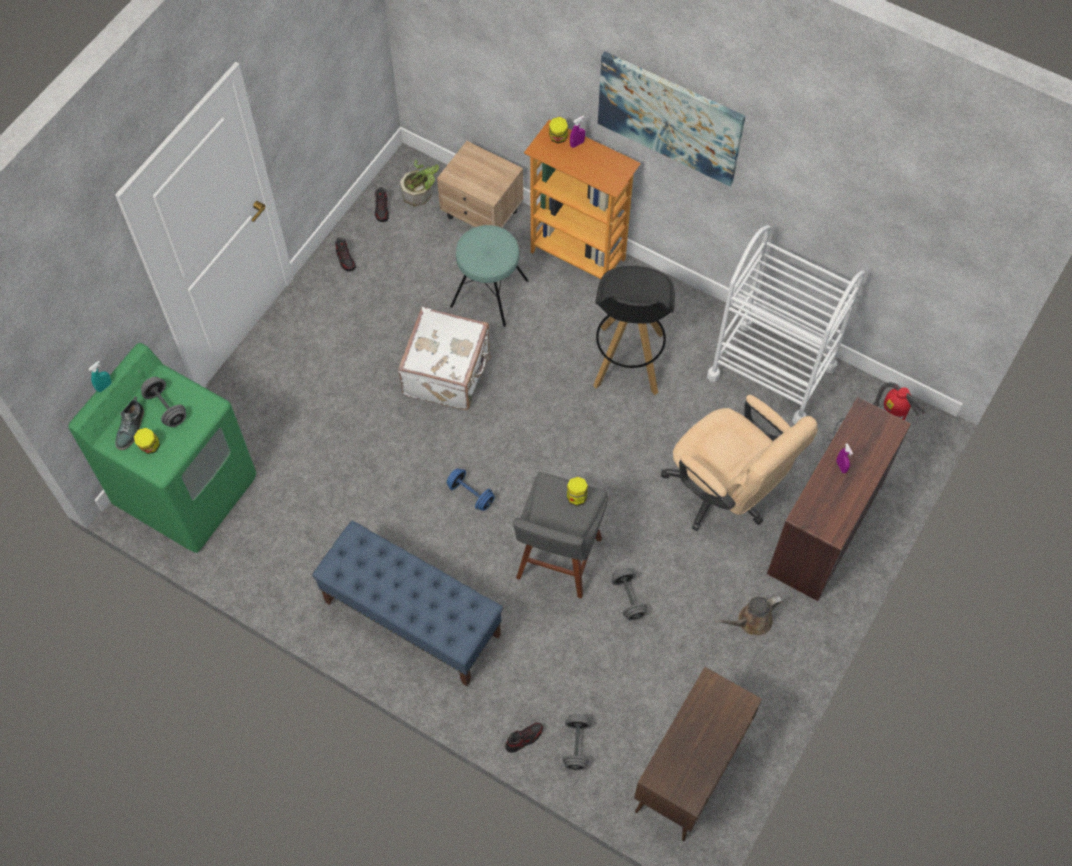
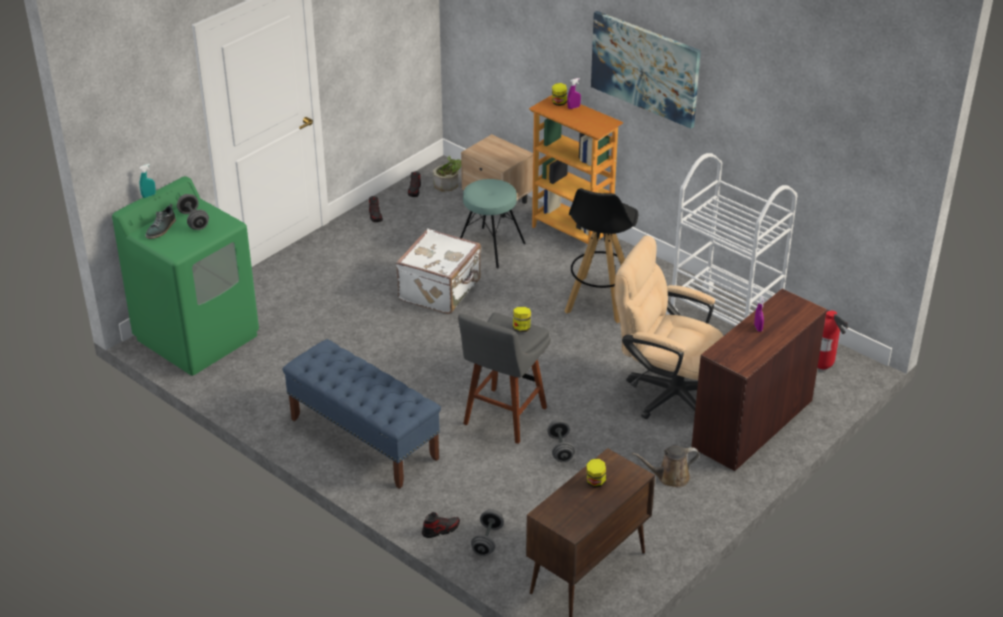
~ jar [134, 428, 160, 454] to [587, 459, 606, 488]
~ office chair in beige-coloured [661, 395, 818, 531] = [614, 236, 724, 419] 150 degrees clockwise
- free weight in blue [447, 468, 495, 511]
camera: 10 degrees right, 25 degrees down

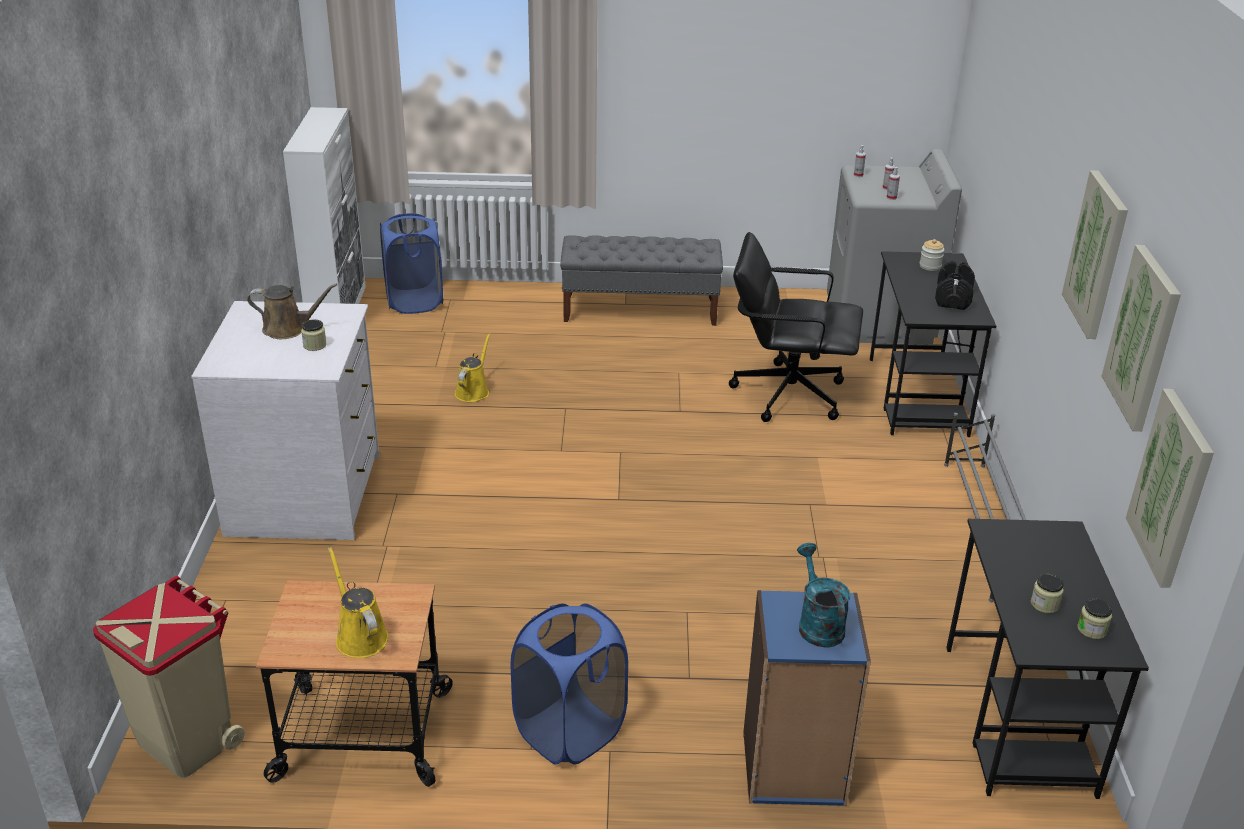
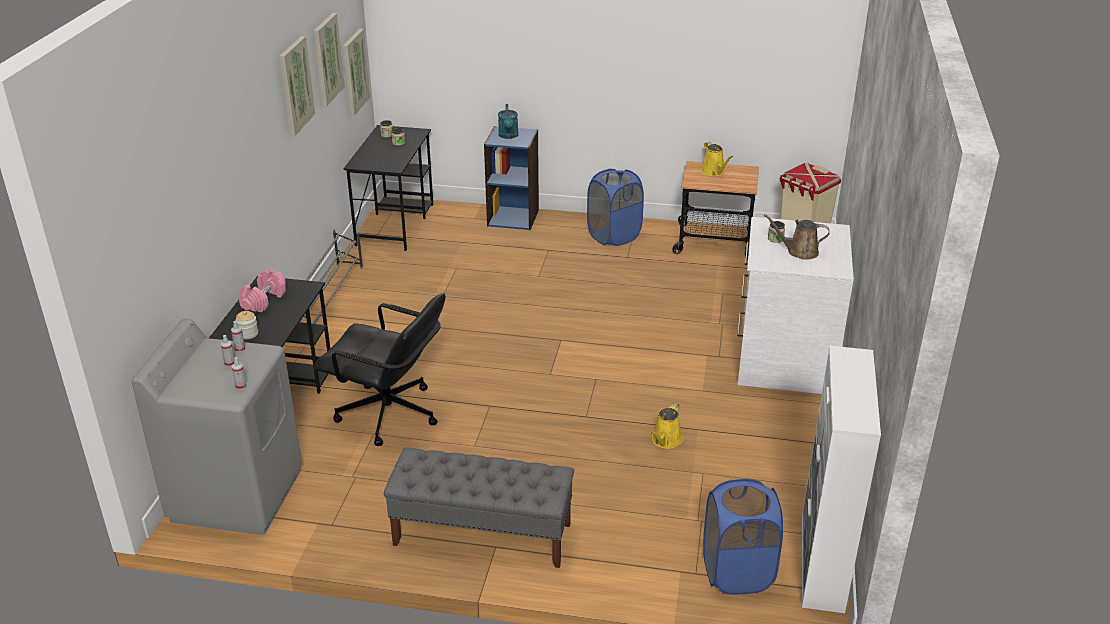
~ free weight in blackish [935, 261, 975, 310] to free weight in pink [239, 270, 286, 312]
camera: 170 degrees left, 0 degrees up

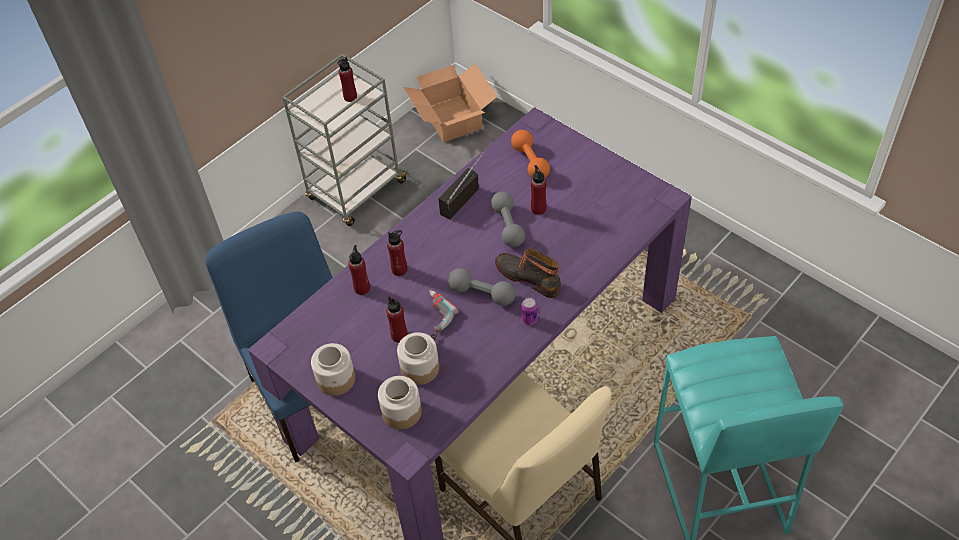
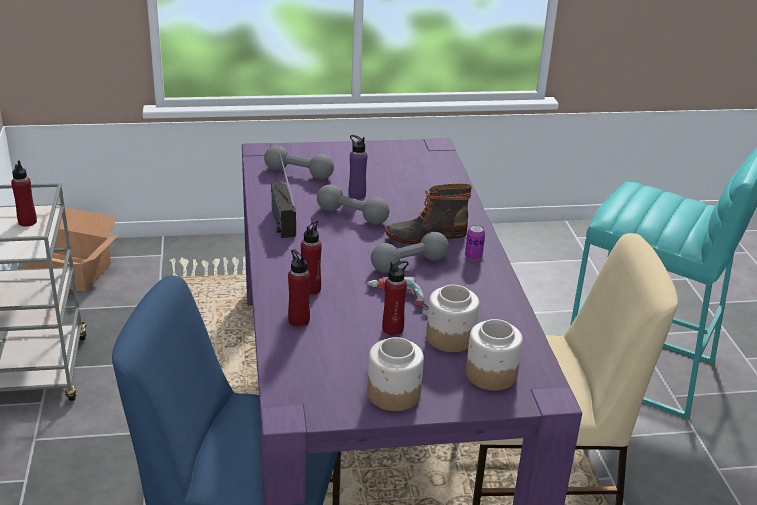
~ free weight in orange-coloured [511, 130, 550, 178] to free weight in gray [264, 146, 334, 179]
~ bottle in red-coloured [531, 165, 546, 215] to bottle in purplish [348, 135, 367, 199]
camera: 55 degrees left, 20 degrees down

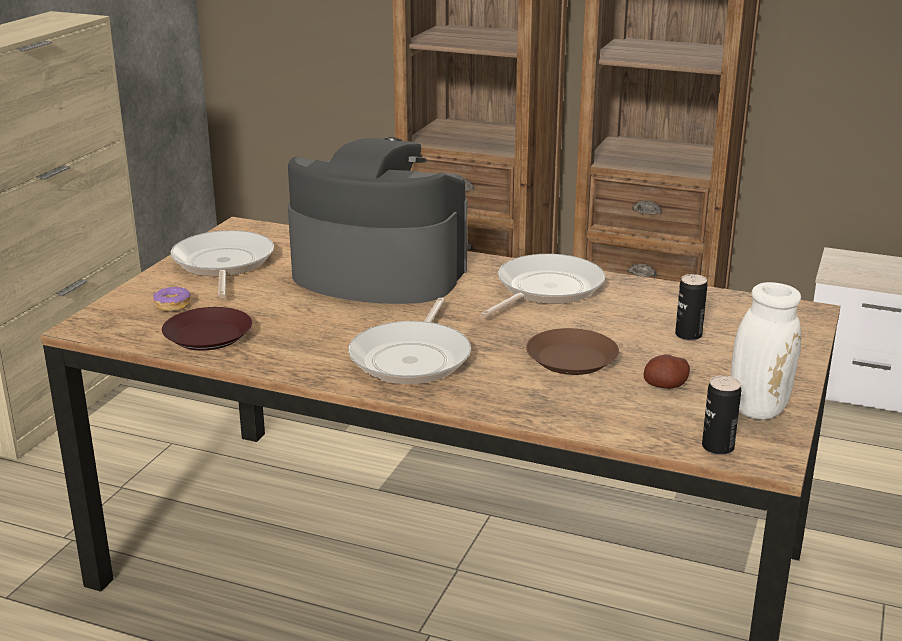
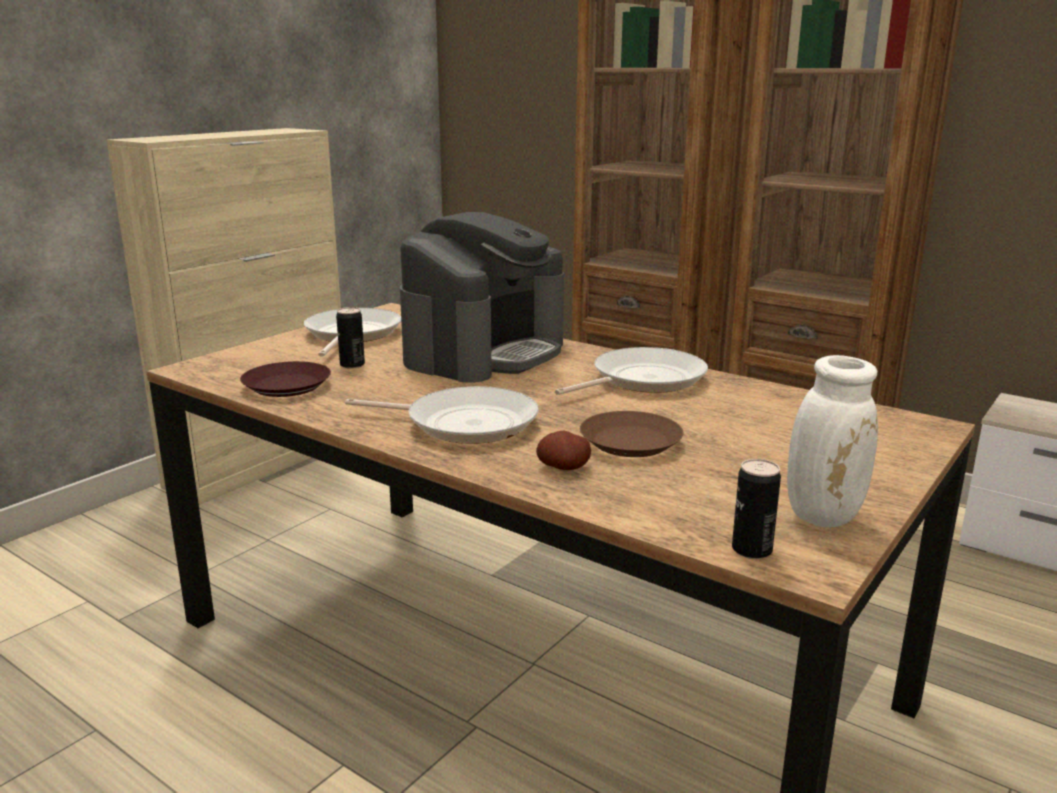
~ sealed can [675, 274, 707, 341] to [336, 307, 365, 369]
~ frying pan [348, 298, 471, 384] = [345, 386, 539, 444] 105 degrees counterclockwise
~ coffee maker [288, 137, 467, 304] = [400, 212, 564, 383] 90 degrees clockwise
~ spud [643, 354, 690, 389] to [536, 431, 591, 470]
- doughnut [153, 286, 191, 312]
camera: 15 degrees right, 5 degrees down

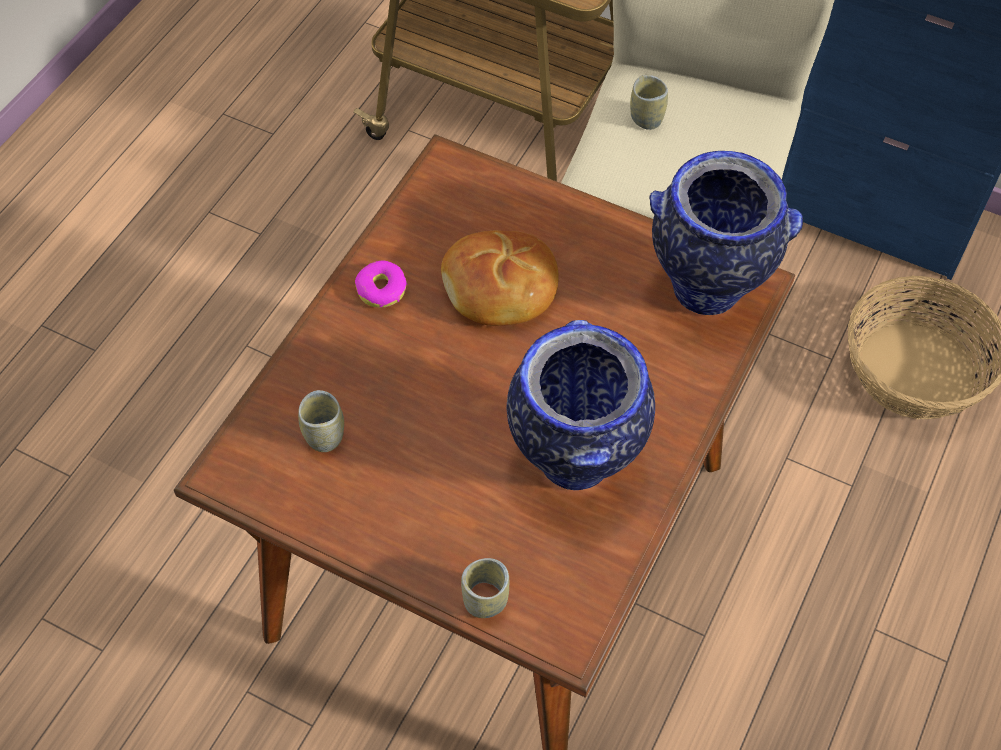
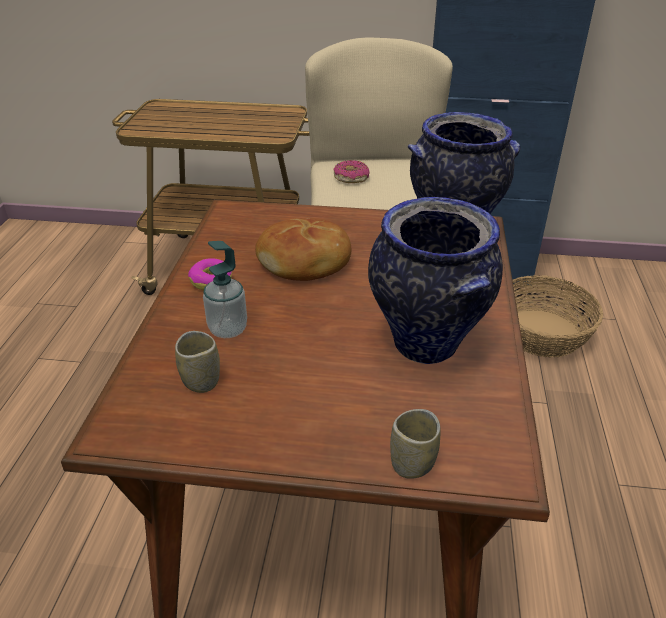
+ liquid soap bottle [203, 241, 247, 338]
~ cup [630, 75, 668, 130] to doughnut [333, 160, 370, 183]
camera: 20 degrees left, 20 degrees down

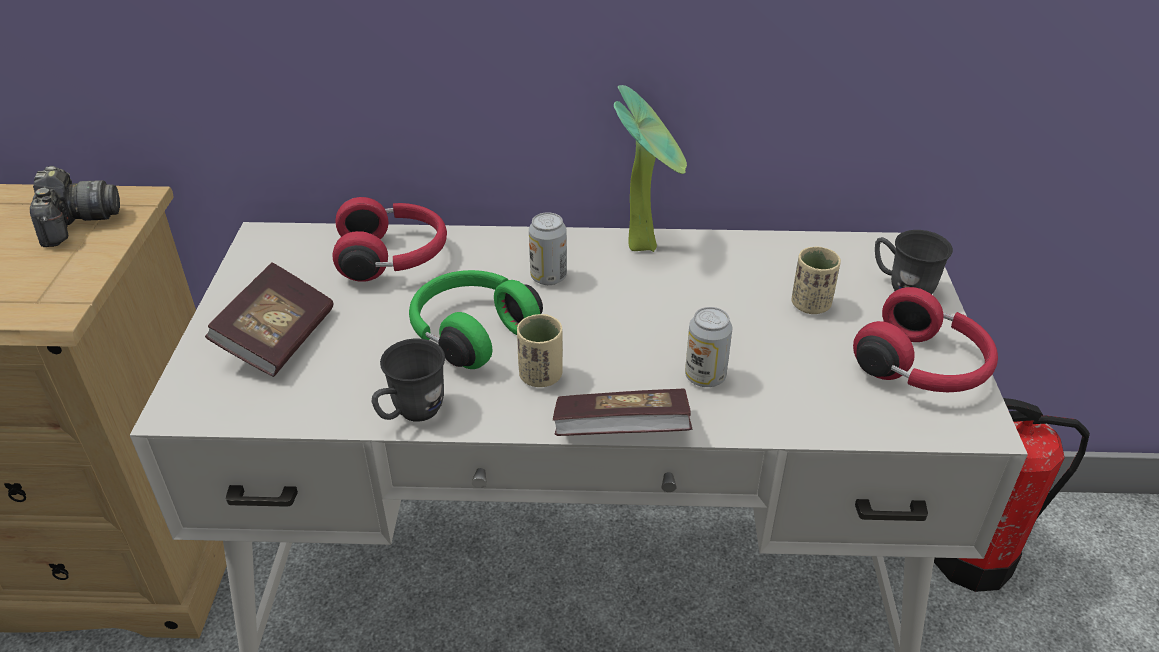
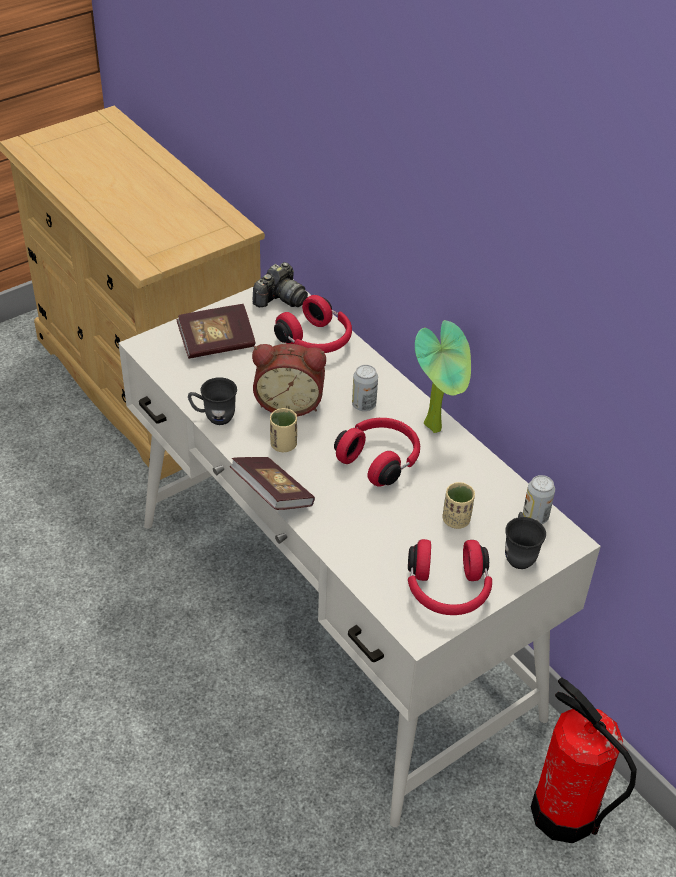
~ headphones in greenish [409, 270, 543, 369] to bedside clock [252, 344, 326, 417]
~ photo camera [30, 166, 120, 247] to [253, 262, 308, 307]
+ headphones in red-coloured [334, 418, 420, 487]
~ sealed can [685, 307, 732, 387] to [523, 475, 555, 524]
camera: 50 degrees right, 5 degrees up

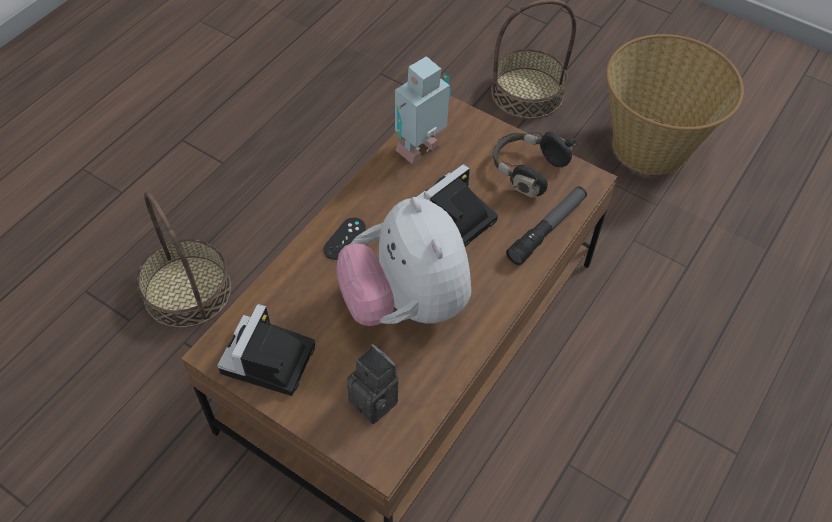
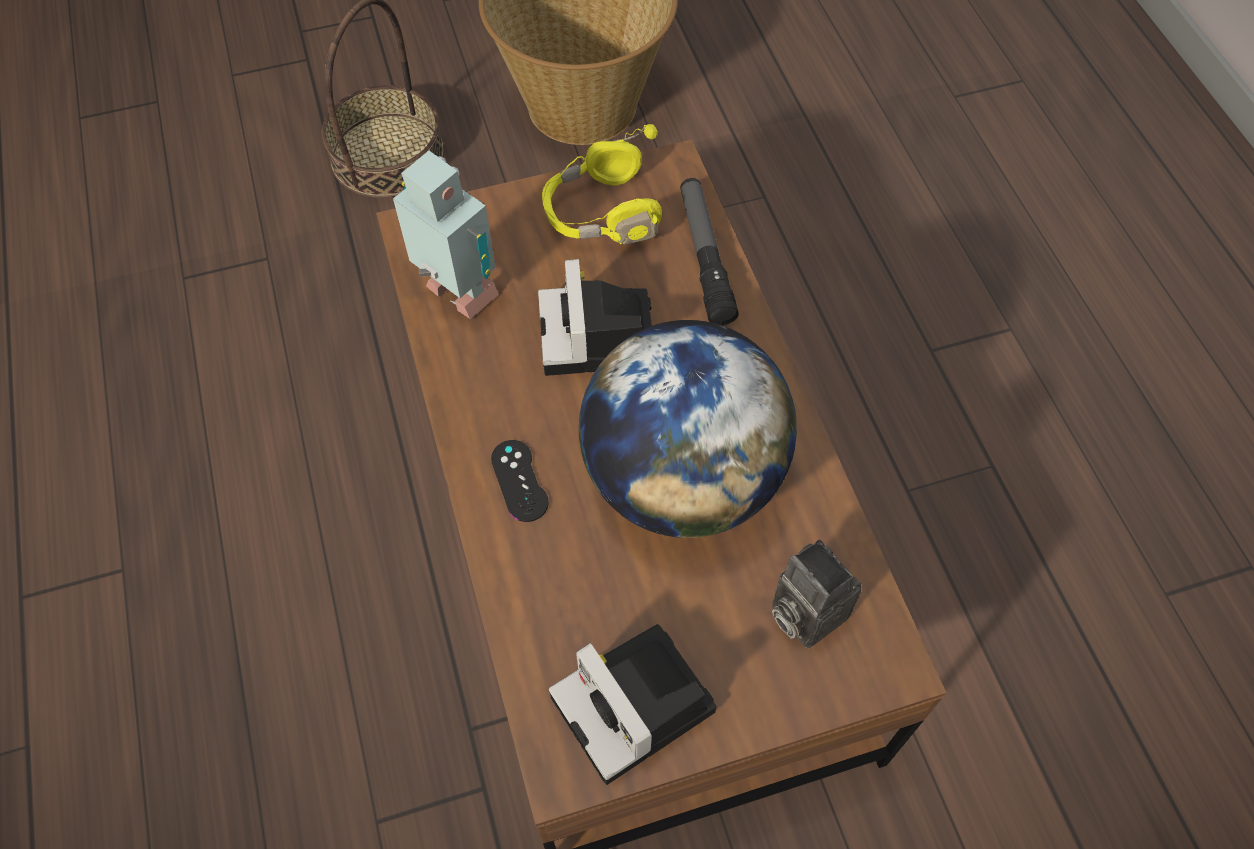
~ robot figure [395, 56, 451, 164] = [393, 151, 499, 319] 135 degrees clockwise
~ headphones in blackish [493, 132, 578, 198] to headphones in yellowish [542, 124, 662, 245]
~ soft toy [337, 197, 471, 326] to desk globe [579, 320, 797, 538]
~ photo camera [347, 344, 399, 424] = [772, 539, 861, 648] 120 degrees counterclockwise
- household basket [136, 192, 231, 328]
camera: 50 degrees left, 5 degrees up

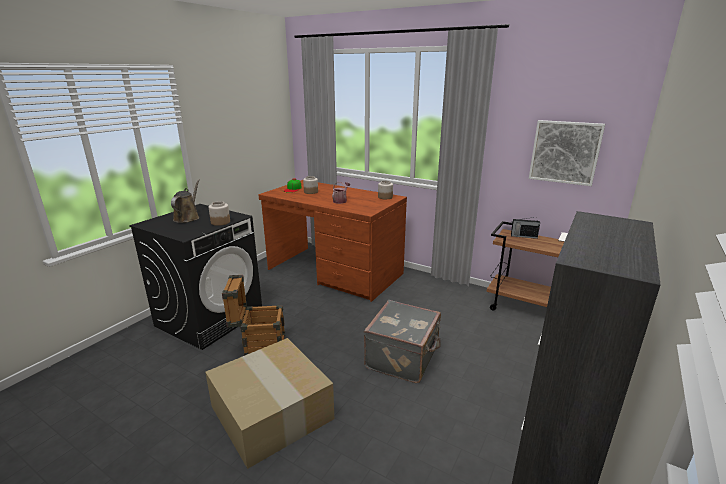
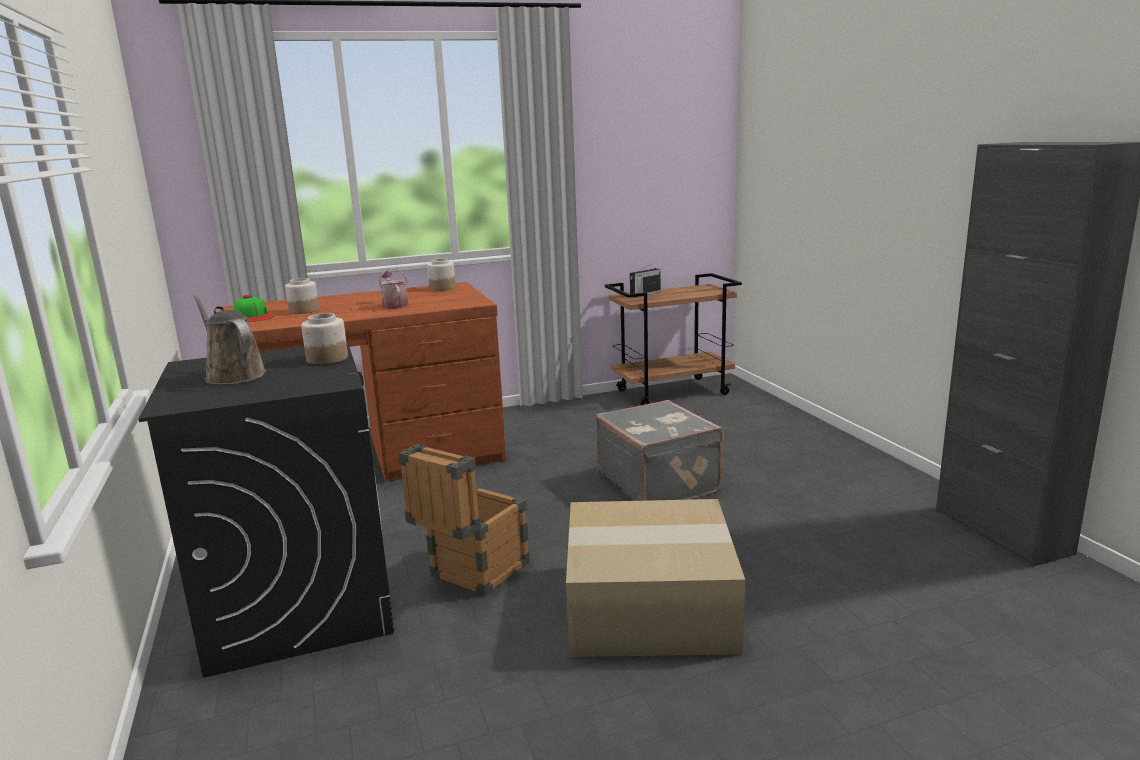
- wall art [529, 120, 605, 186]
camera: 50 degrees left, 5 degrees down

